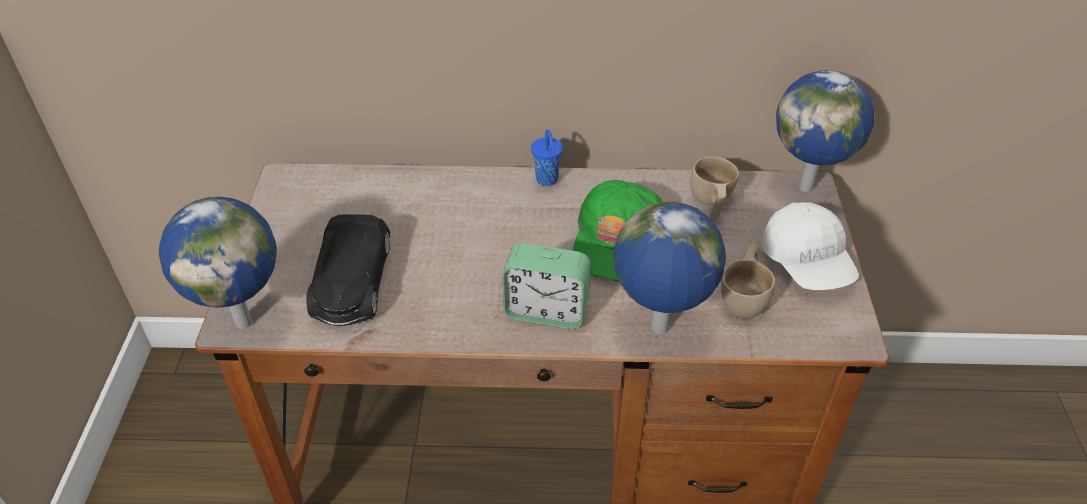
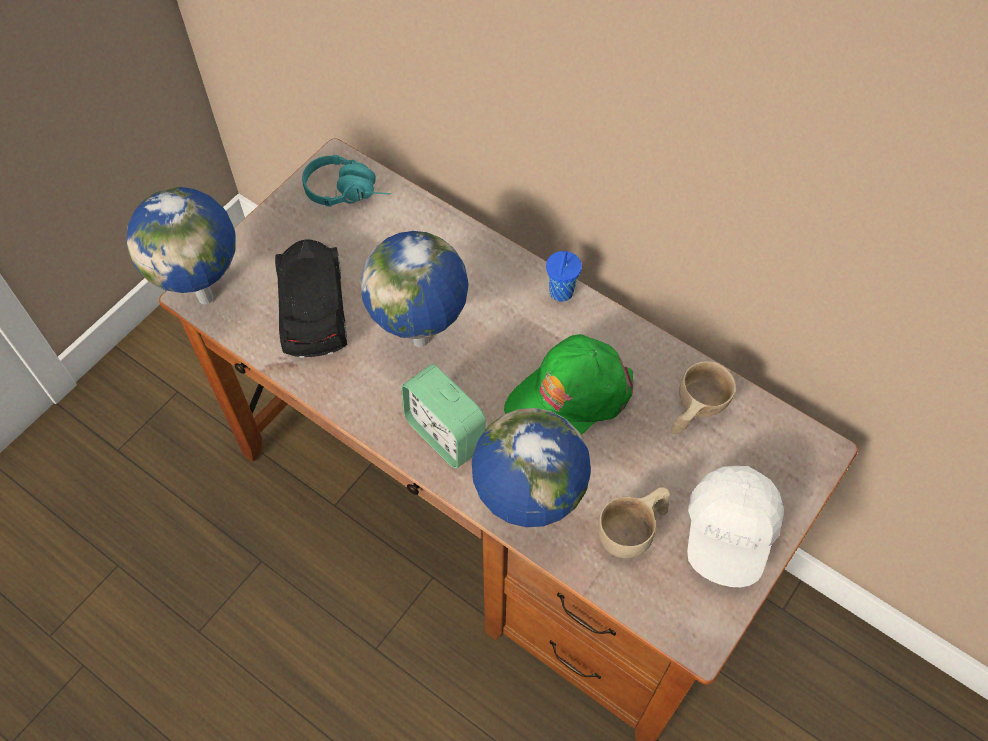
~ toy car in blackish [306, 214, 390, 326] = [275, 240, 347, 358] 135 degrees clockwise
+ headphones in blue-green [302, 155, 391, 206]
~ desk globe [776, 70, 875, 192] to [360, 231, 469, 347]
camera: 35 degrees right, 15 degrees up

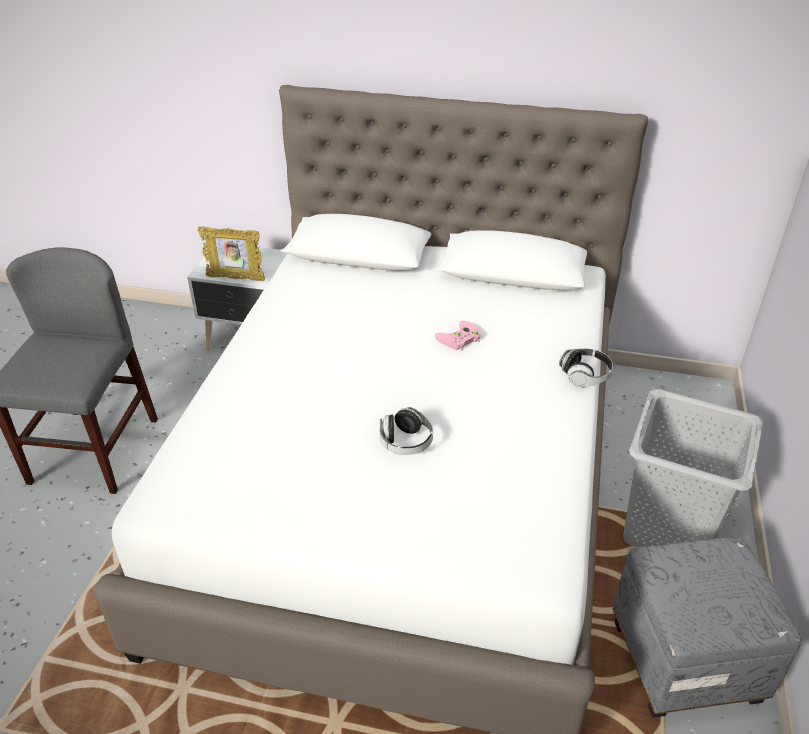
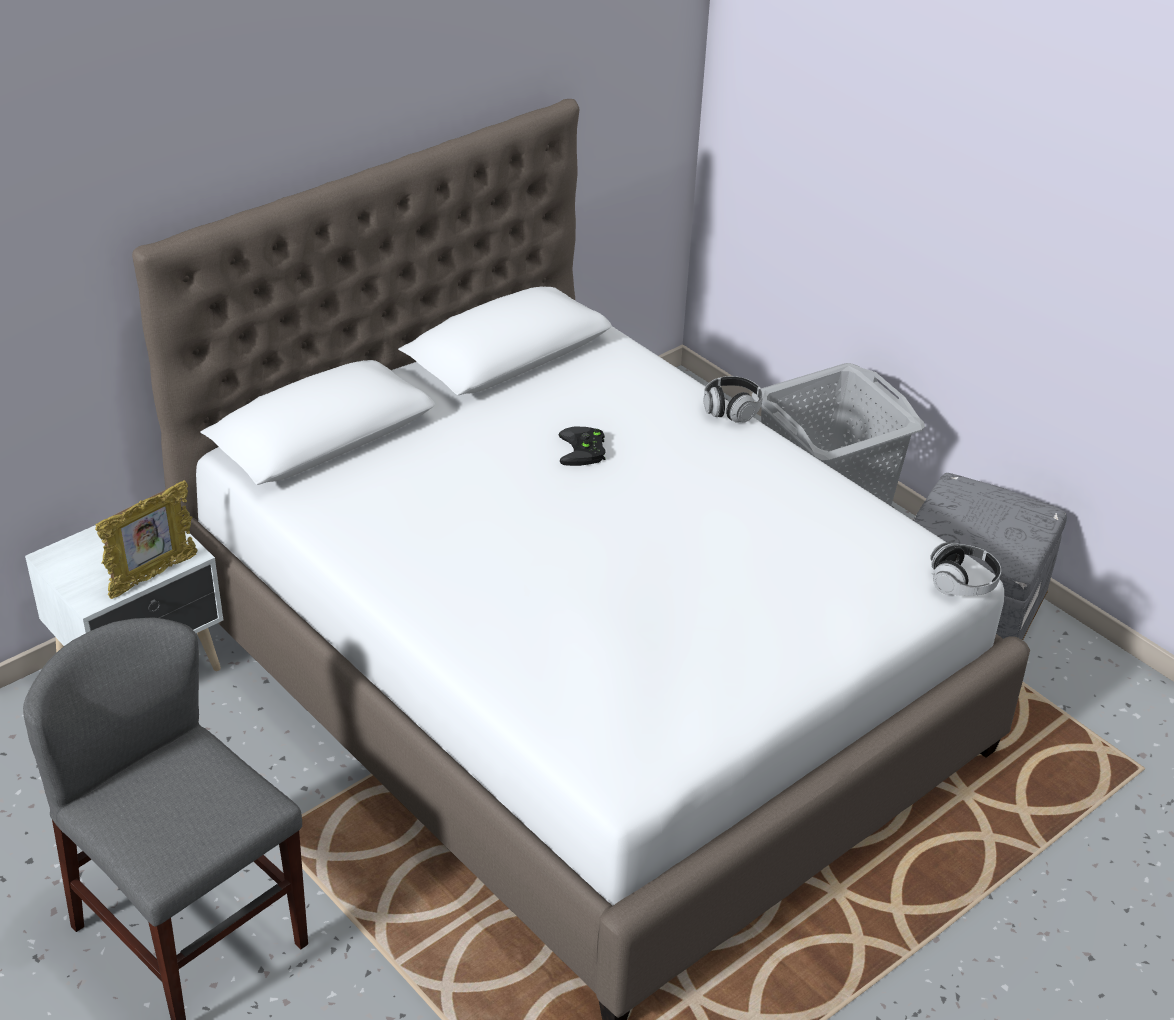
~ game controller in pink [435, 321, 481, 351] to game controller in blackish [559, 427, 606, 466]
~ headphones [380, 407, 433, 455] to [930, 542, 1001, 596]
camera: 55 degrees left, 0 degrees up

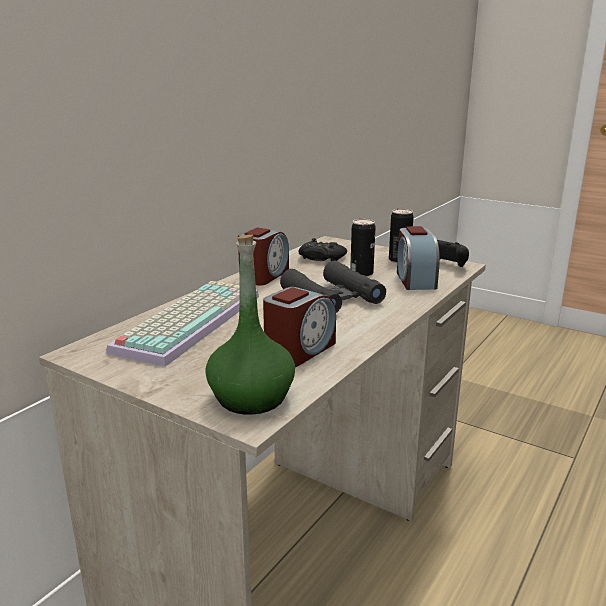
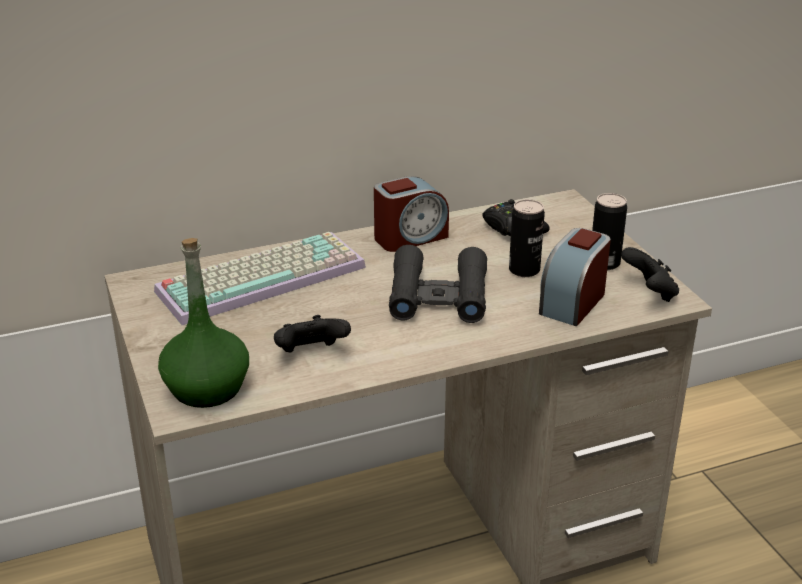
~ bedside clock [263, 287, 336, 367] to game controller in blackish [274, 315, 351, 352]
camera: 35 degrees right, 10 degrees up

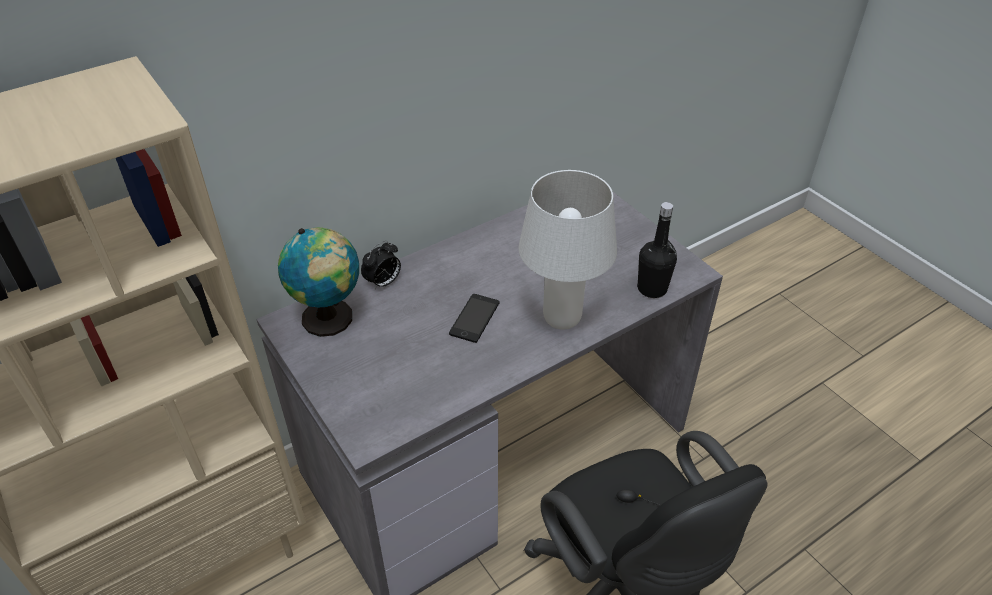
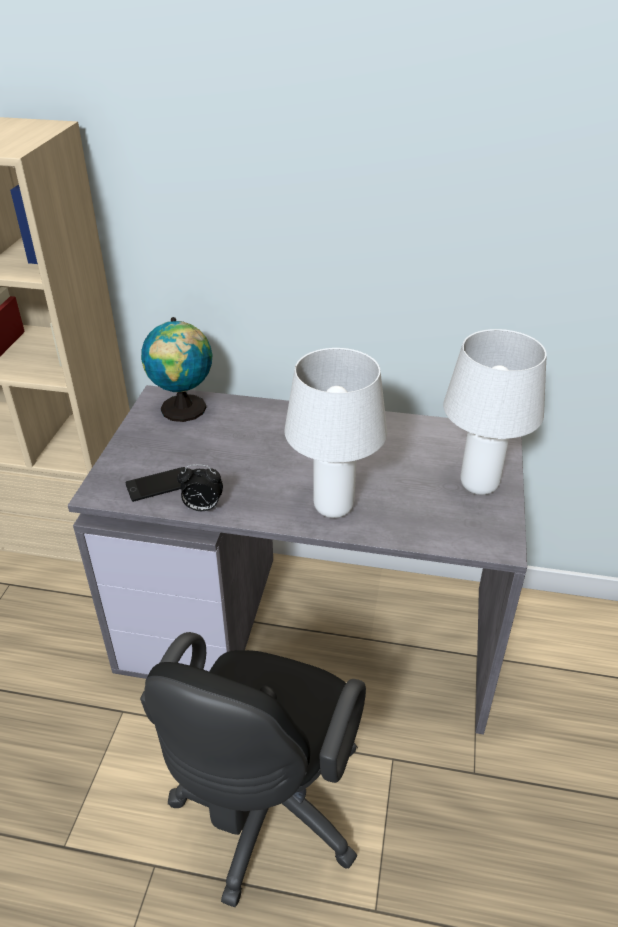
~ telephone [449, 294, 499, 343] to [125, 467, 185, 502]
~ bedside clock [361, 241, 401, 289] to [177, 464, 223, 511]
+ lamp for a table in white [443, 329, 547, 495]
- bottle in blackish [637, 202, 677, 298]
camera: 45 degrees right, 5 degrees down

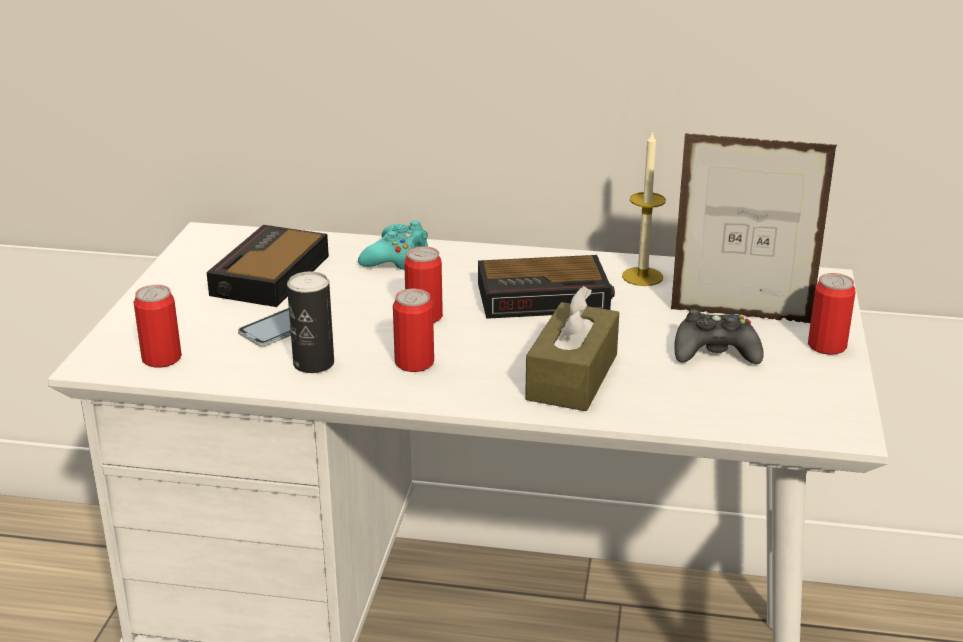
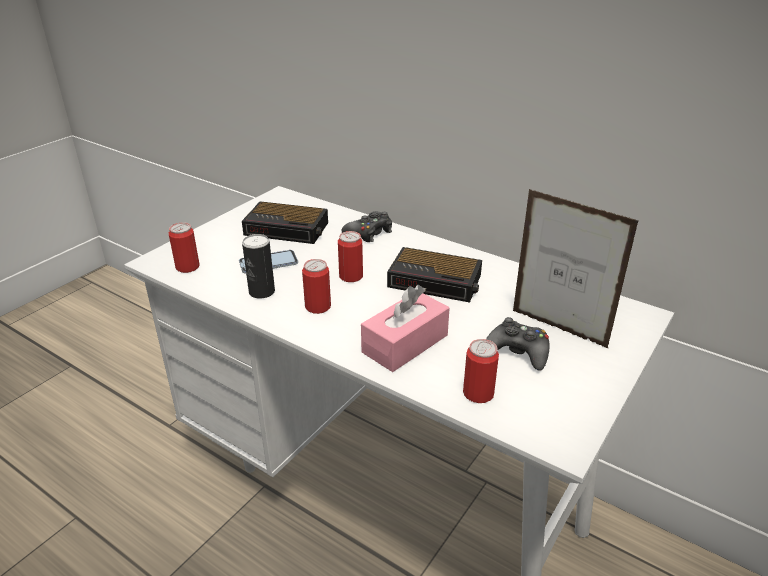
~ bedside clock [206, 225, 329, 307] = [242, 201, 328, 244] 120 degrees counterclockwise
~ game controller in blue-green [358, 221, 428, 270] to game controller in blackish [341, 211, 392, 242]
~ tissue holder in brown-coloured [525, 286, 619, 411] to tissue holder in pink [361, 285, 449, 372]
~ sealed can [808, 273, 855, 355] to [463, 339, 499, 403]
- wax light [622, 130, 666, 286]
camera: 25 degrees right, 5 degrees up

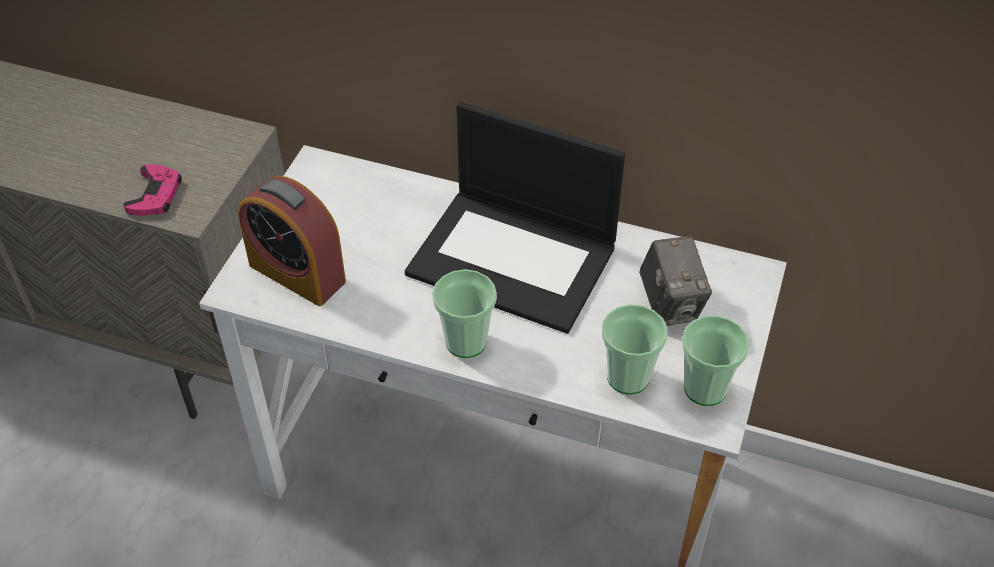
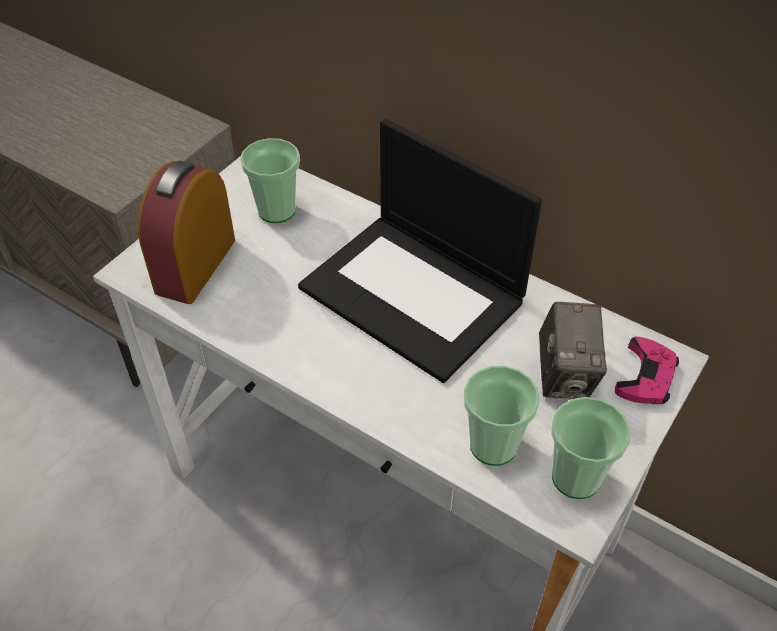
~ bedside clock [238, 176, 346, 306] = [138, 161, 235, 304] 60 degrees clockwise
~ cup [432, 269, 497, 358] to [240, 138, 300, 223]
~ game controller in pink [123, 164, 182, 216] to [615, 337, 679, 404]
camera: 15 degrees right, 0 degrees up

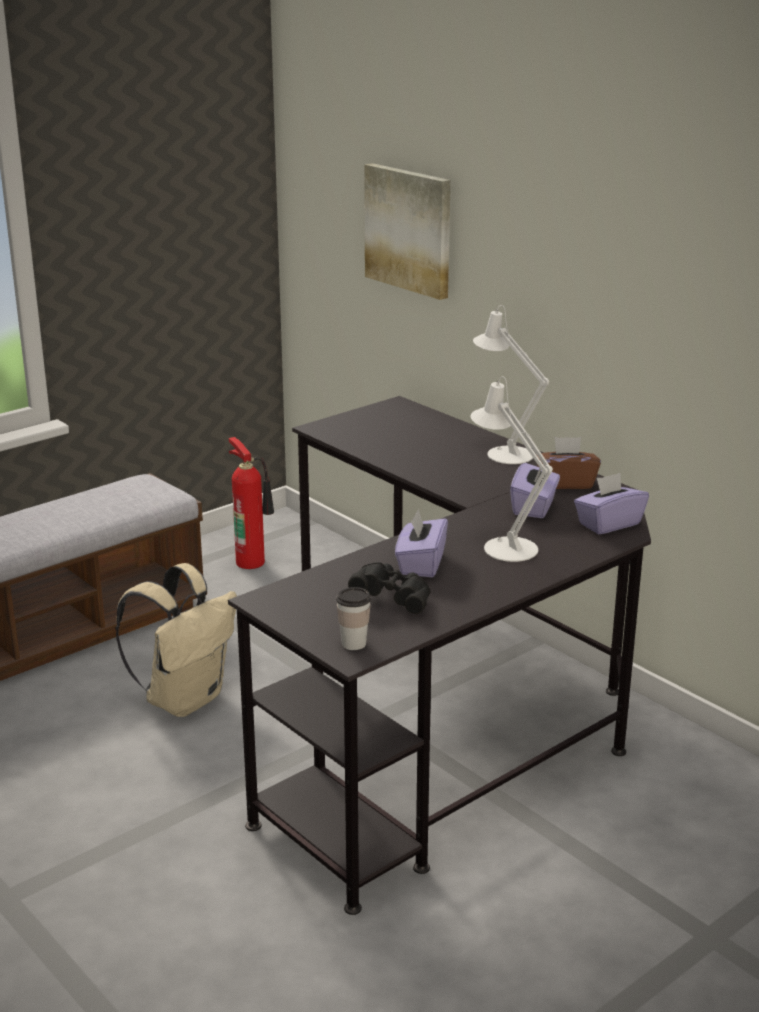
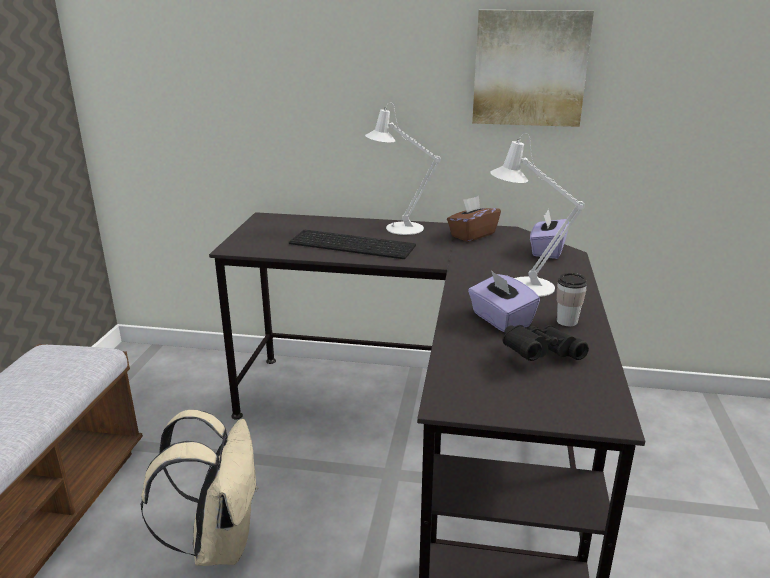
+ keyboard [289, 230, 416, 259]
~ wall art [364, 163, 451, 300] to [472, 10, 594, 127]
~ cup [336, 587, 371, 650] to [557, 273, 587, 326]
- fire-fighting cylinder [229, 437, 274, 569]
- tissue holder in purplish [510, 459, 560, 518]
camera: 40 degrees left, 0 degrees up

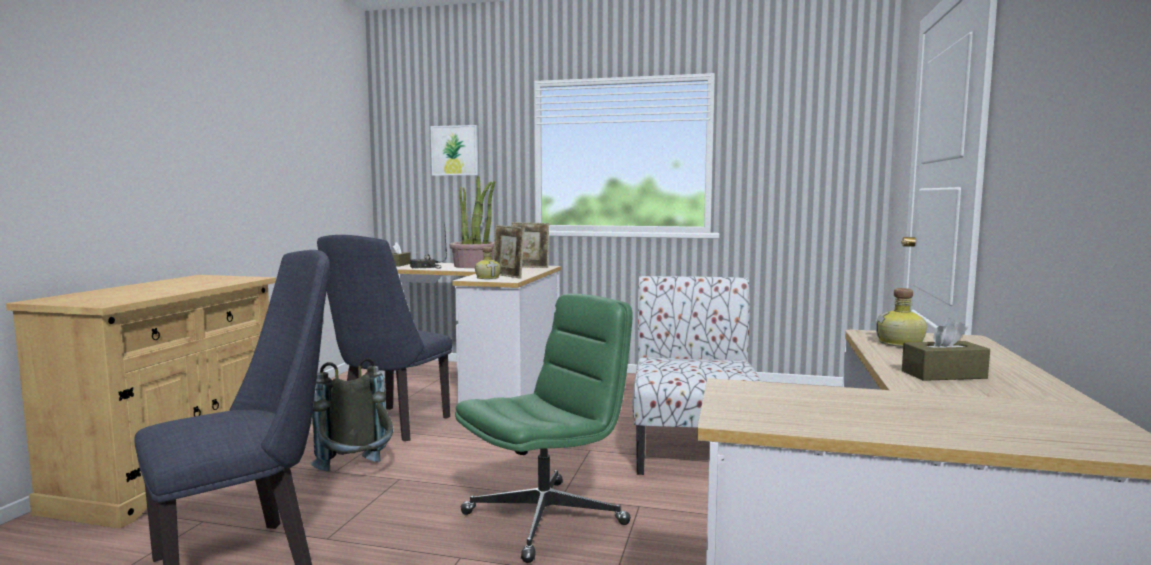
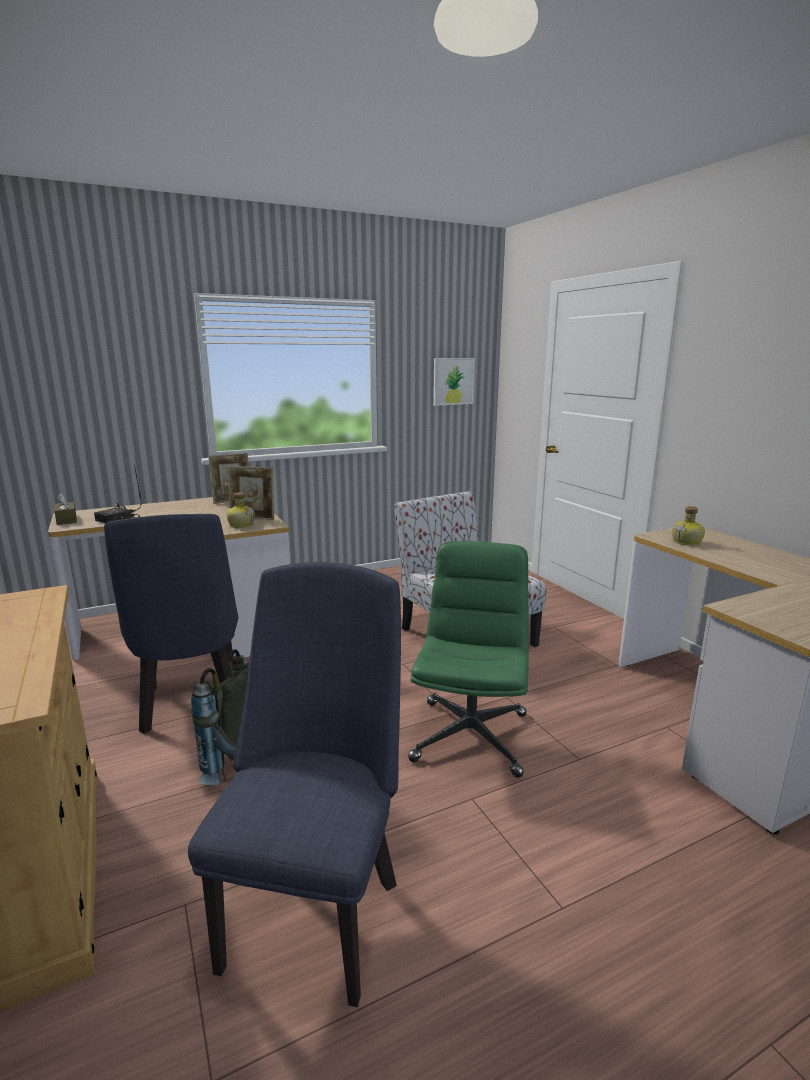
~ wall art [431, 125, 478, 176] to [433, 358, 475, 406]
- plant in a pot [449, 176, 495, 268]
- tissue holder in brown-coloured [902, 318, 990, 381]
camera: 40 degrees left, 10 degrees up

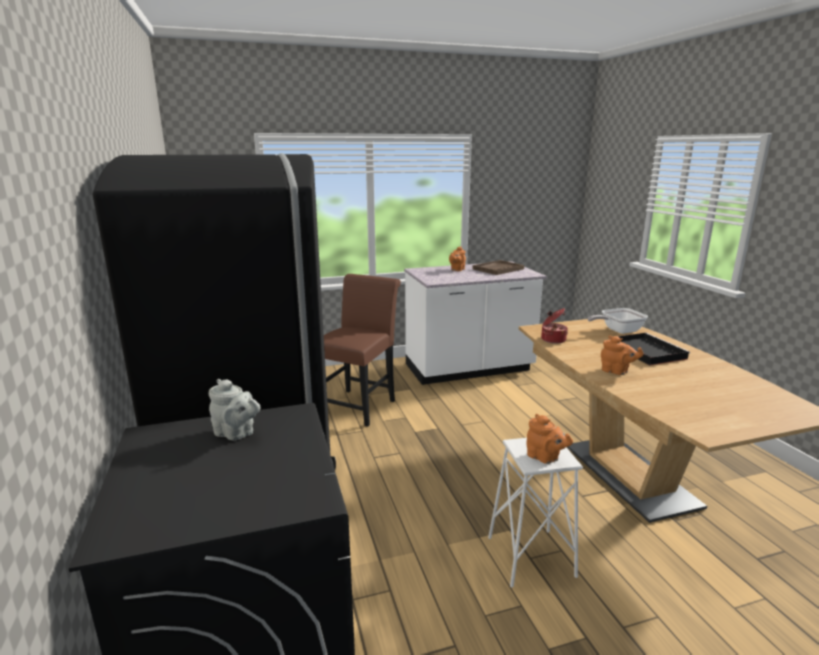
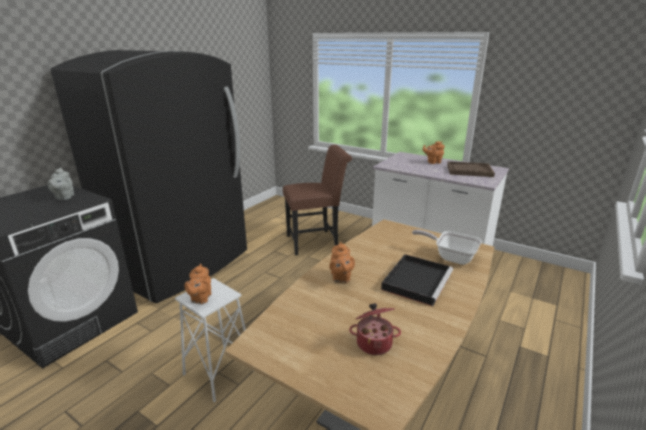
~ stockpot [541, 308, 568, 344] to [349, 303, 401, 355]
camera: 50 degrees right, 5 degrees up

